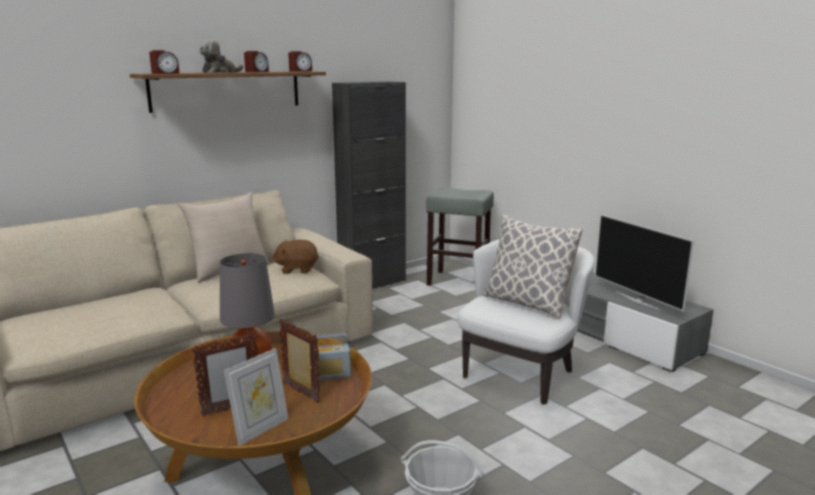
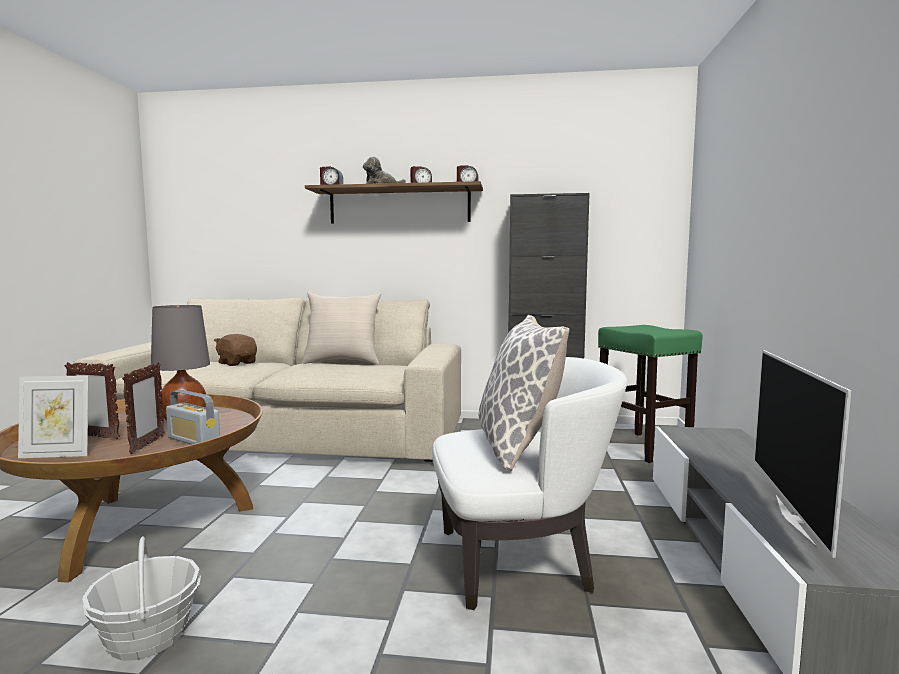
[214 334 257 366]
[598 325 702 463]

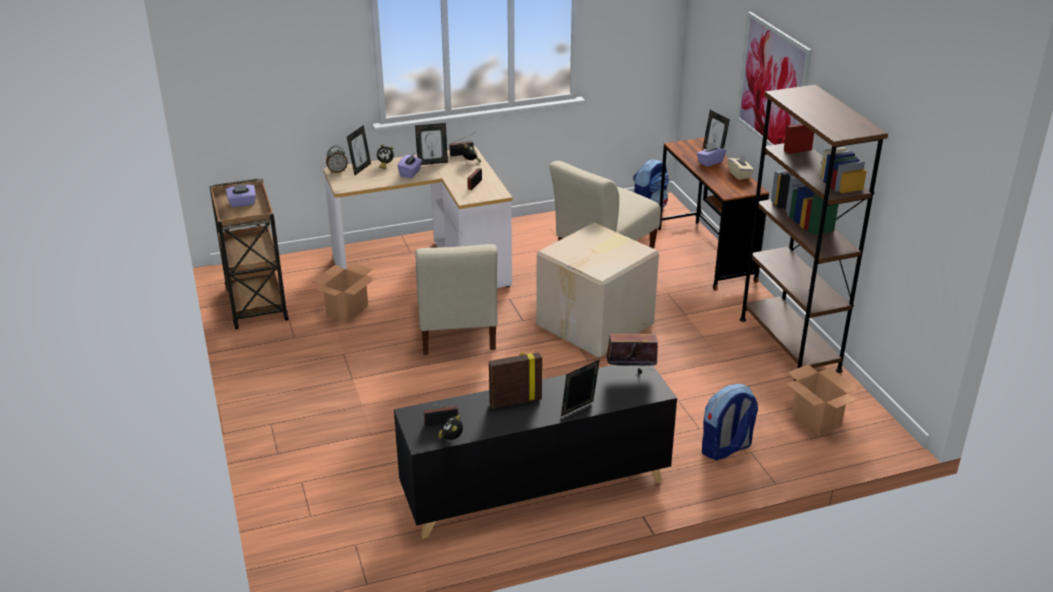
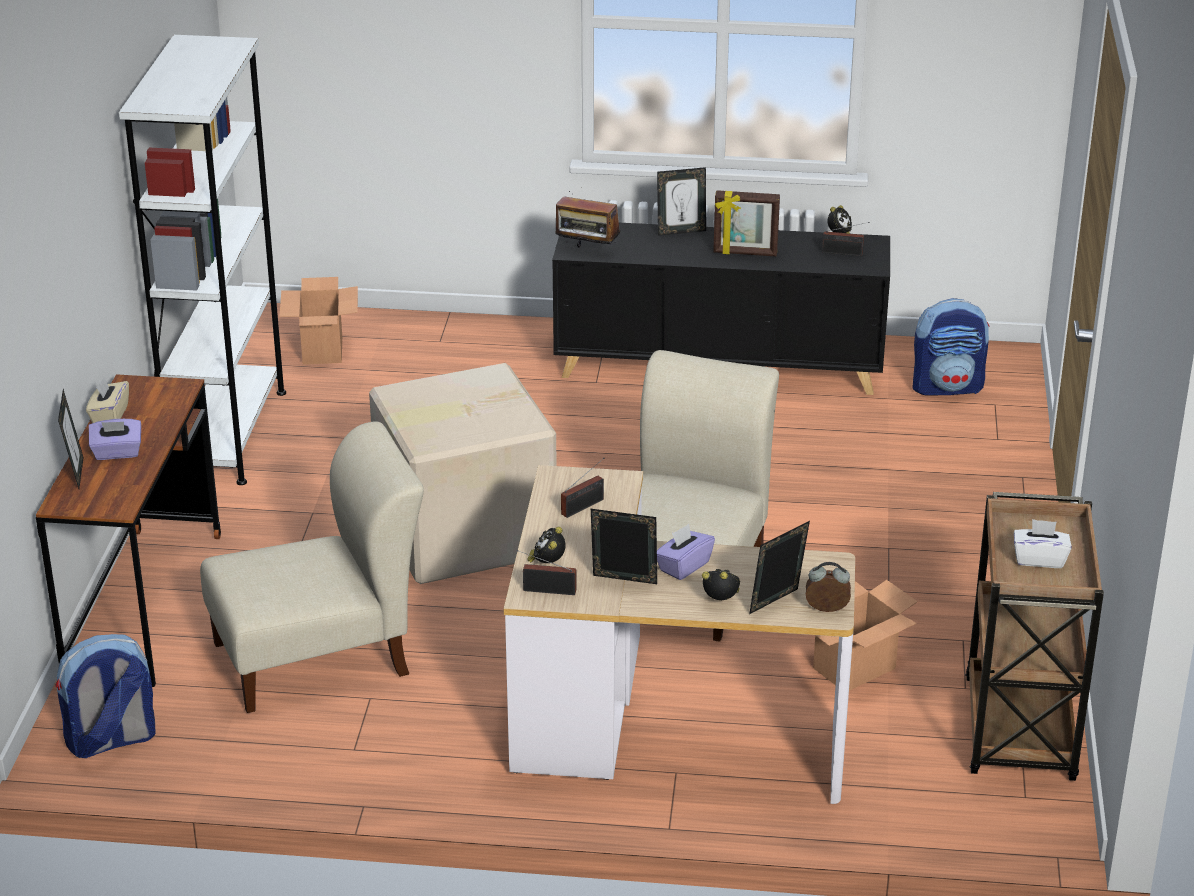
[119 35 286 485]
[912 298 990 395]
[1014 519 1072 568]
[737 12 812 146] (first image)

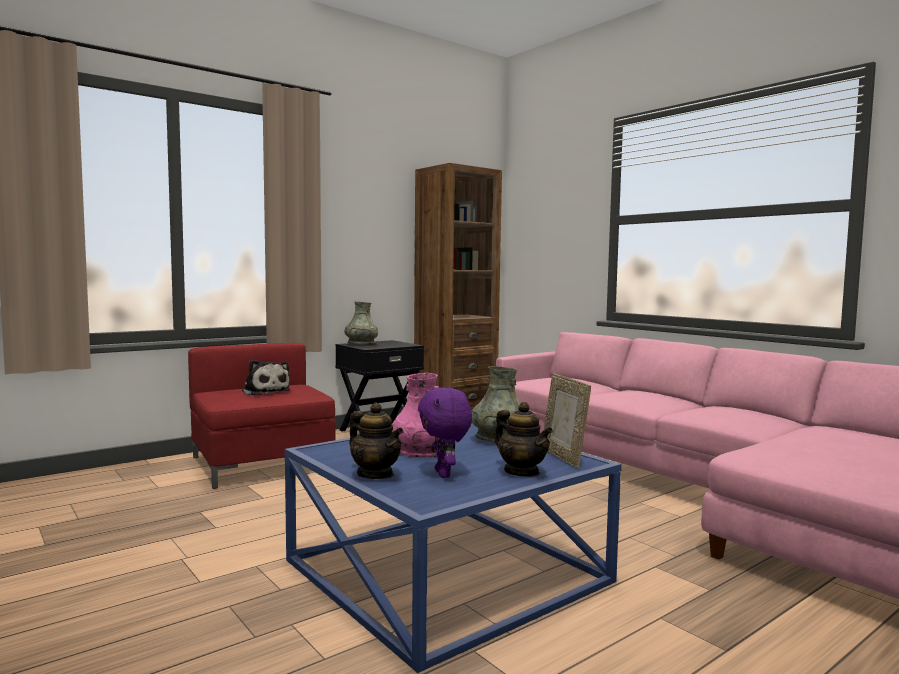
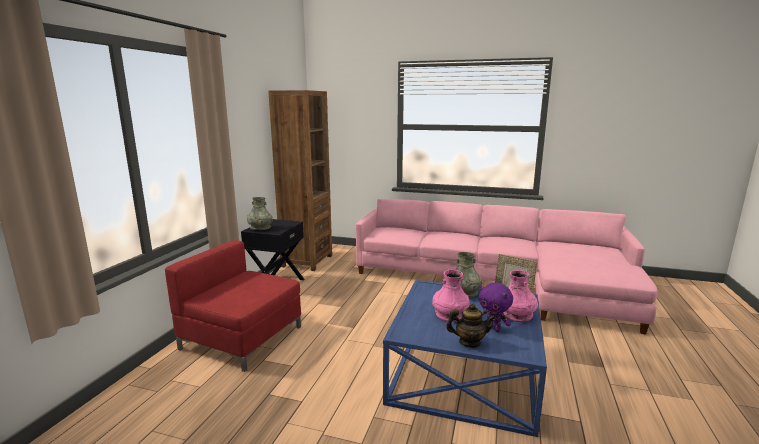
[503 270 538 322]
[242 360 291 395] (first image)

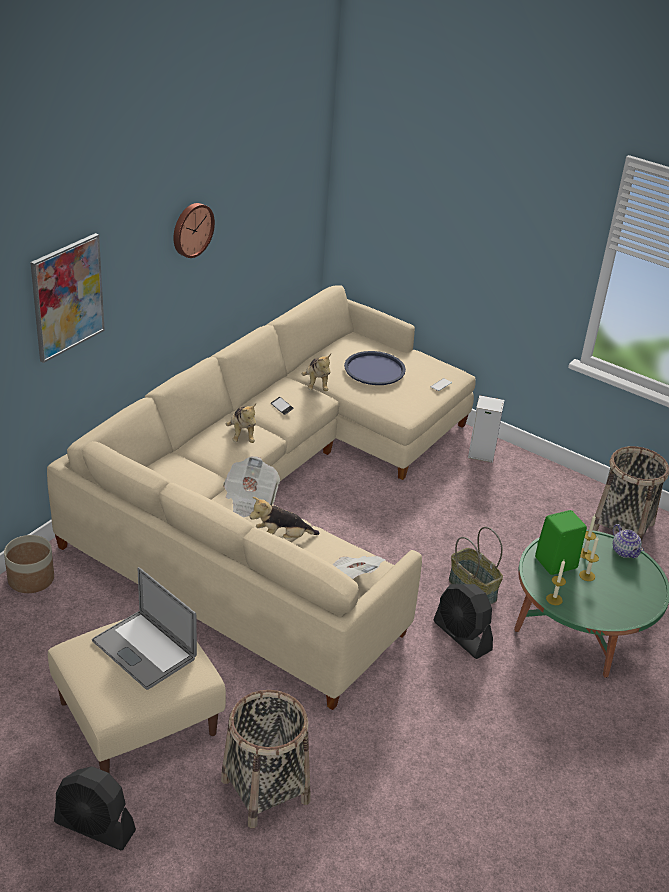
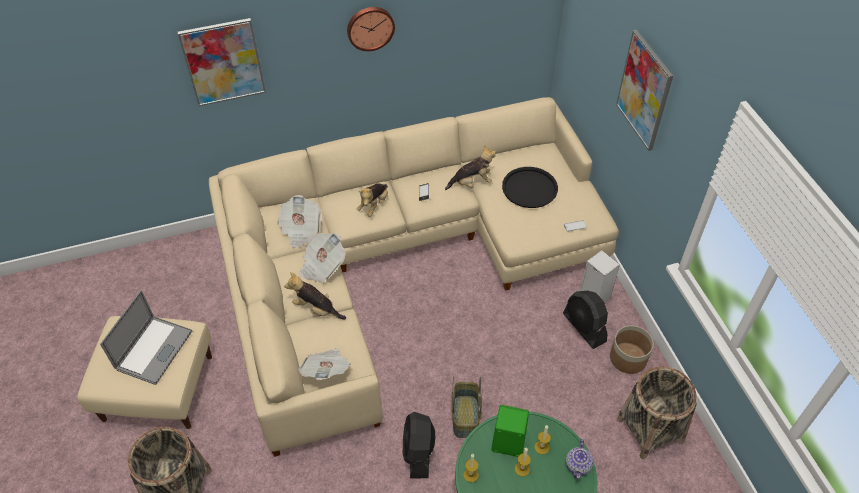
[100 290 192 385]
[277 195 321 248]
[445 145 496 190]
[502 167 558 208]
[563 291 608 349]
[610 325 654 374]
[616 30 673 151]

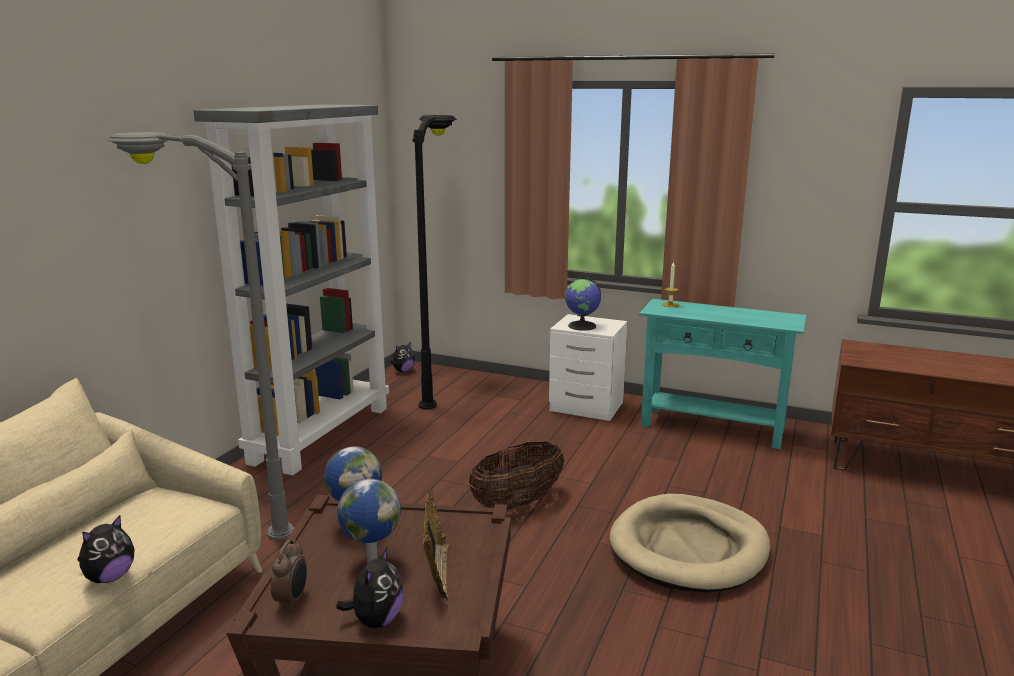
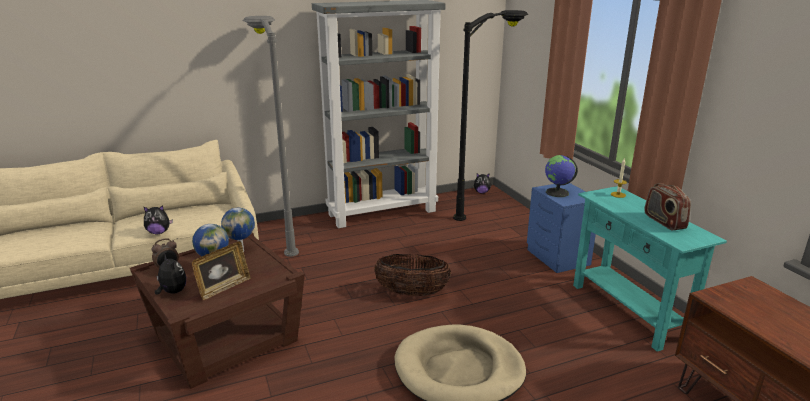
[155 254 186 294]
[527 183 596 273]
[644 183 691 231]

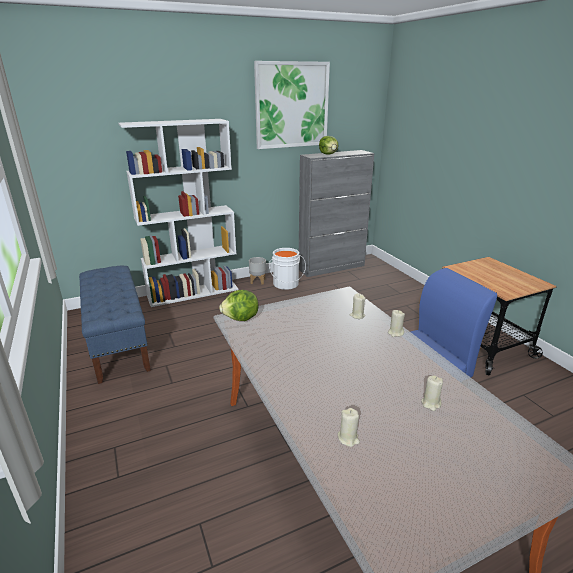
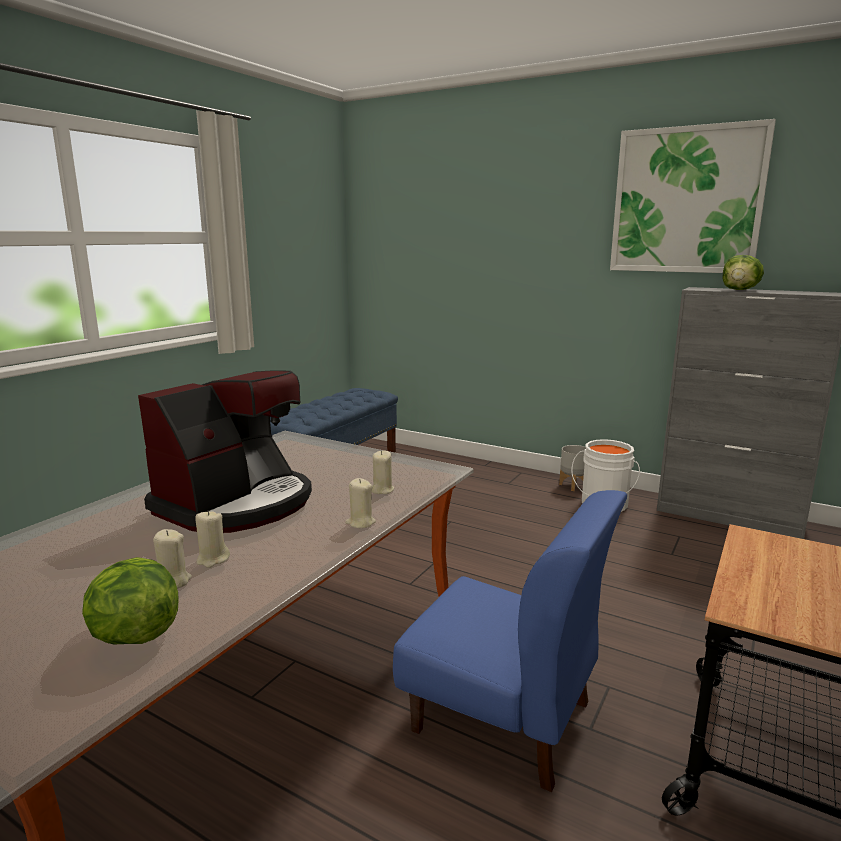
[82 557 179 644]
[138 370 312 533]
[195 511 230 568]
[118 119 238 307] (first image)

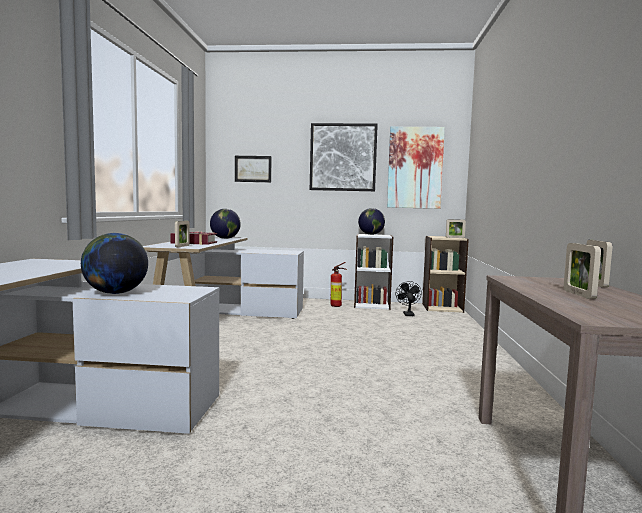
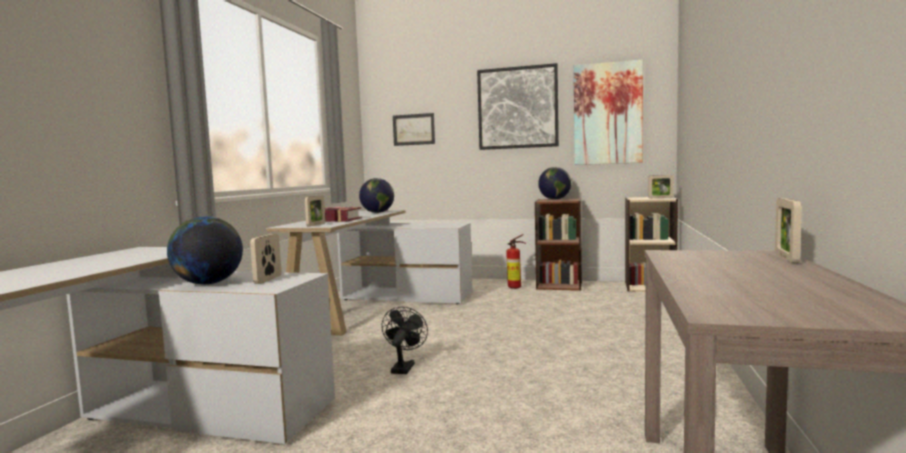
[250 234 281 284]
[382 307 428 374]
[535 198 582 291]

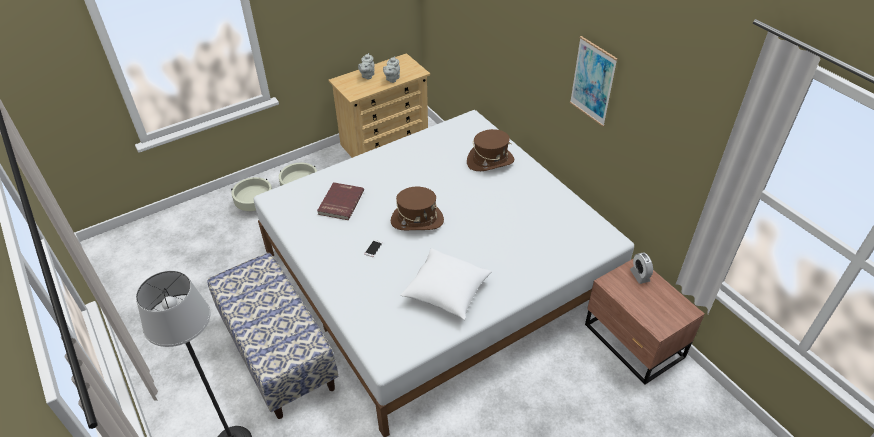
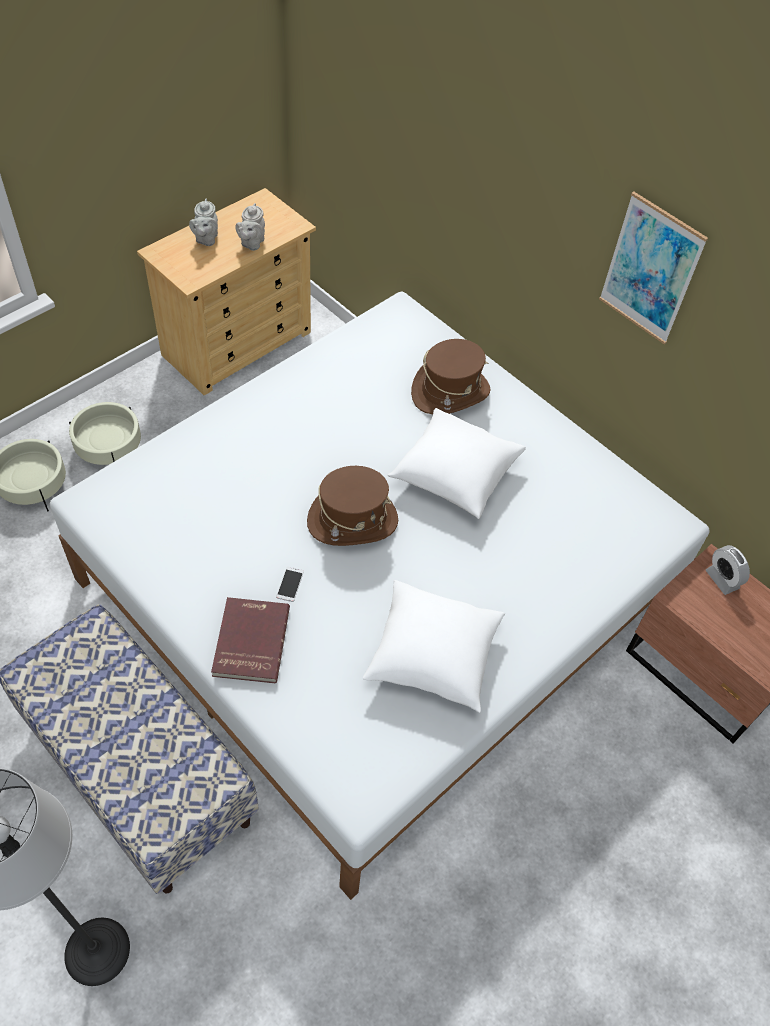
[211 597 290 683]
[387 408 526 519]

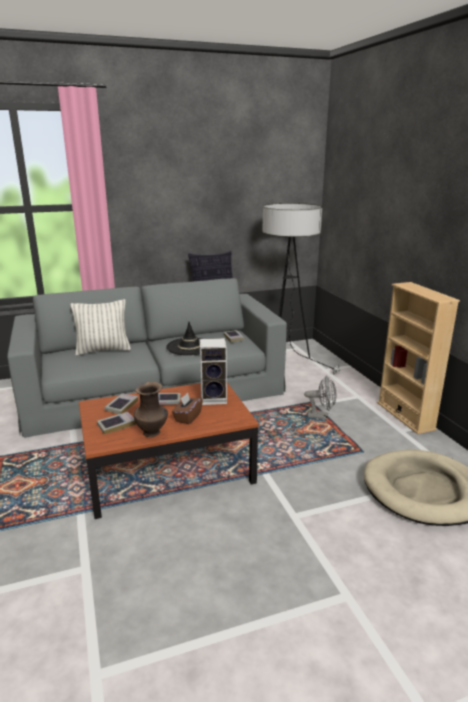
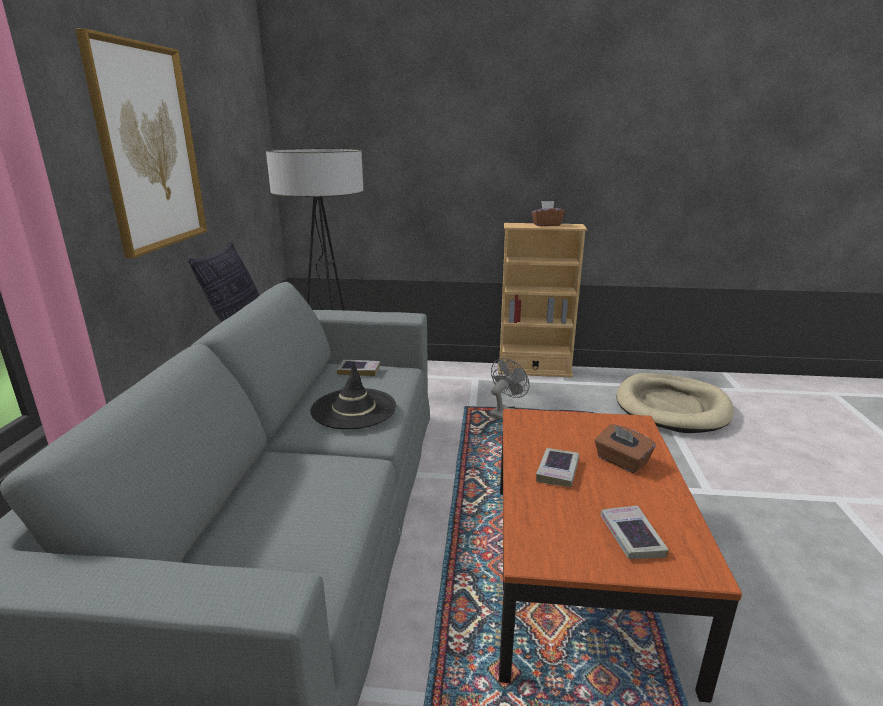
[75 28 207 258]
[531 201 565 226]
[70 299 131 356] (first image)
[104 393 138 414] (first image)
[134 382 168 437] (first image)
[200 338 227 405] (first image)

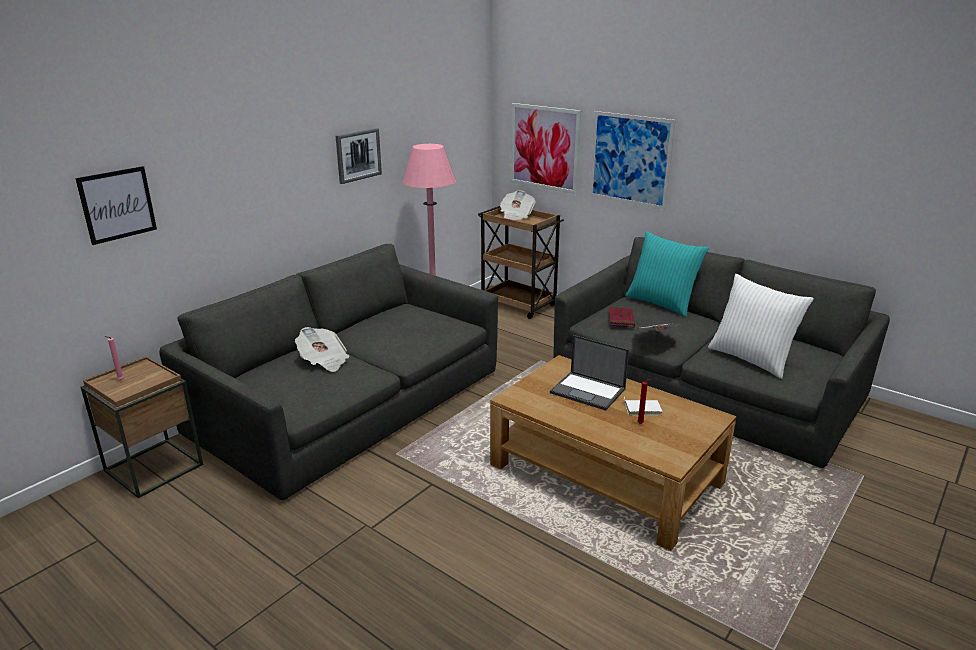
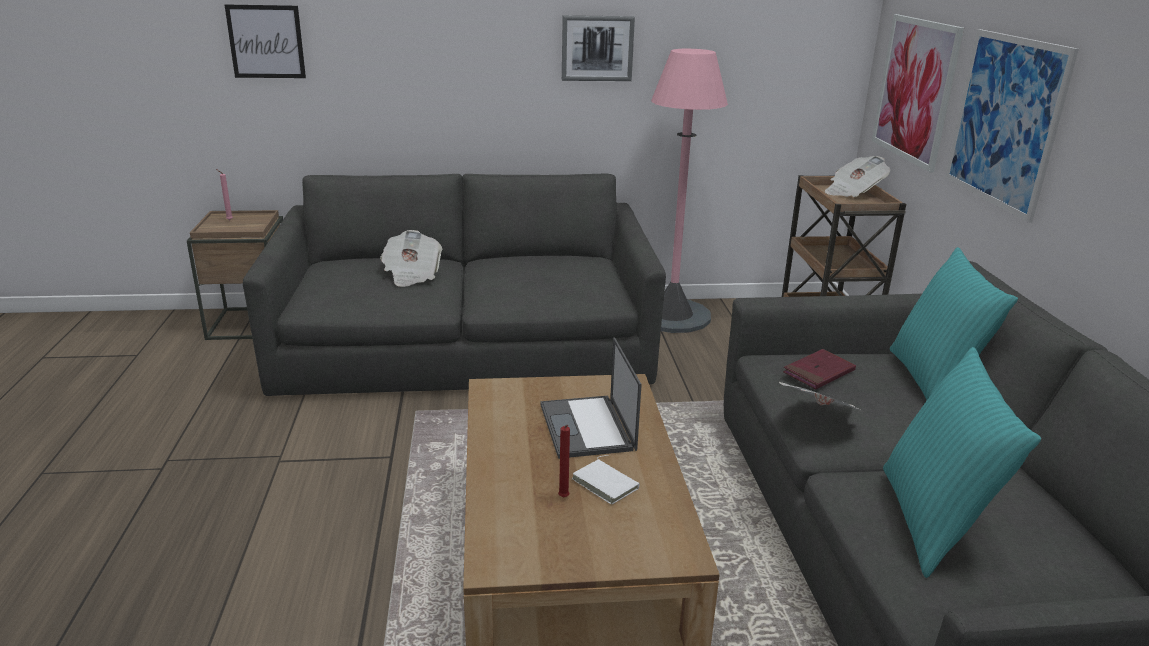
[883 347 1041 578]

